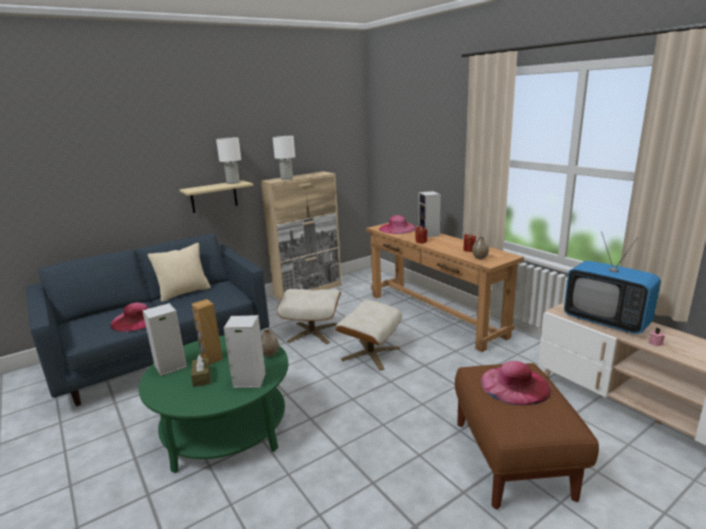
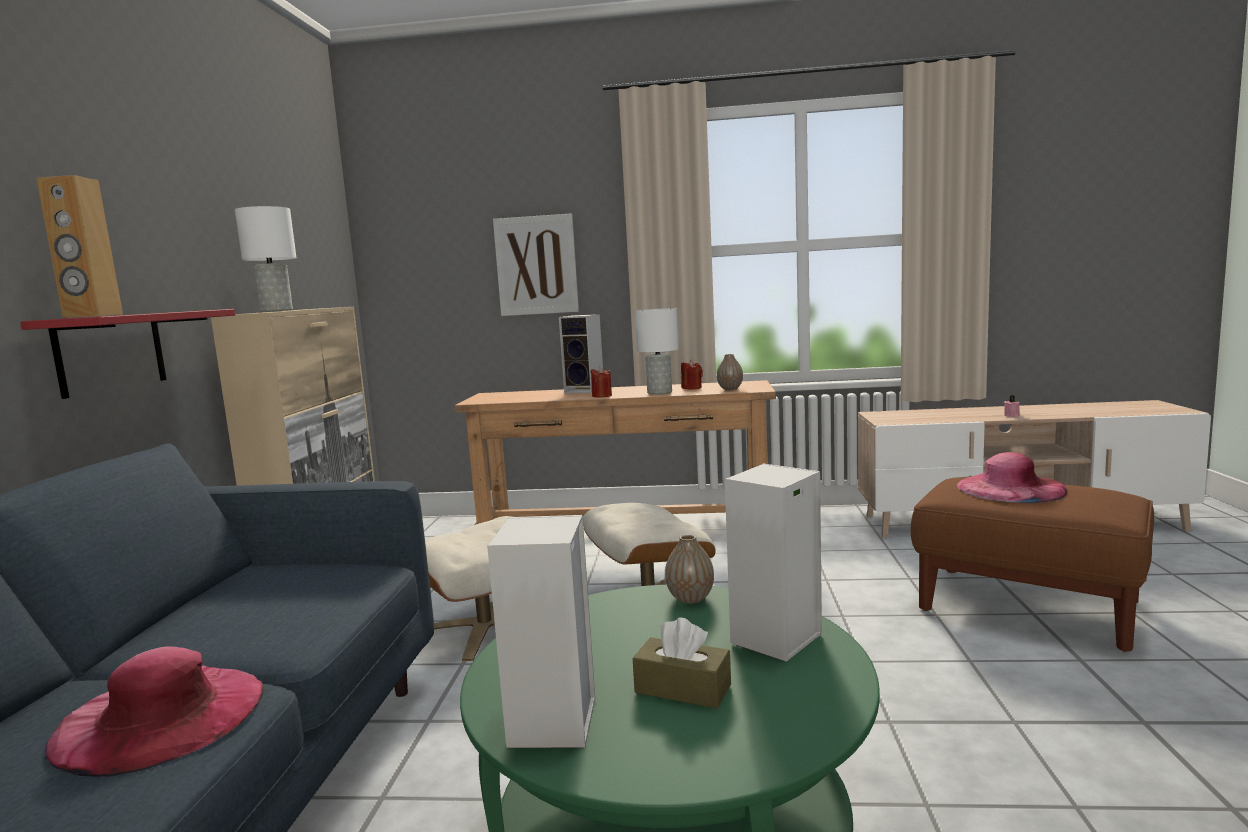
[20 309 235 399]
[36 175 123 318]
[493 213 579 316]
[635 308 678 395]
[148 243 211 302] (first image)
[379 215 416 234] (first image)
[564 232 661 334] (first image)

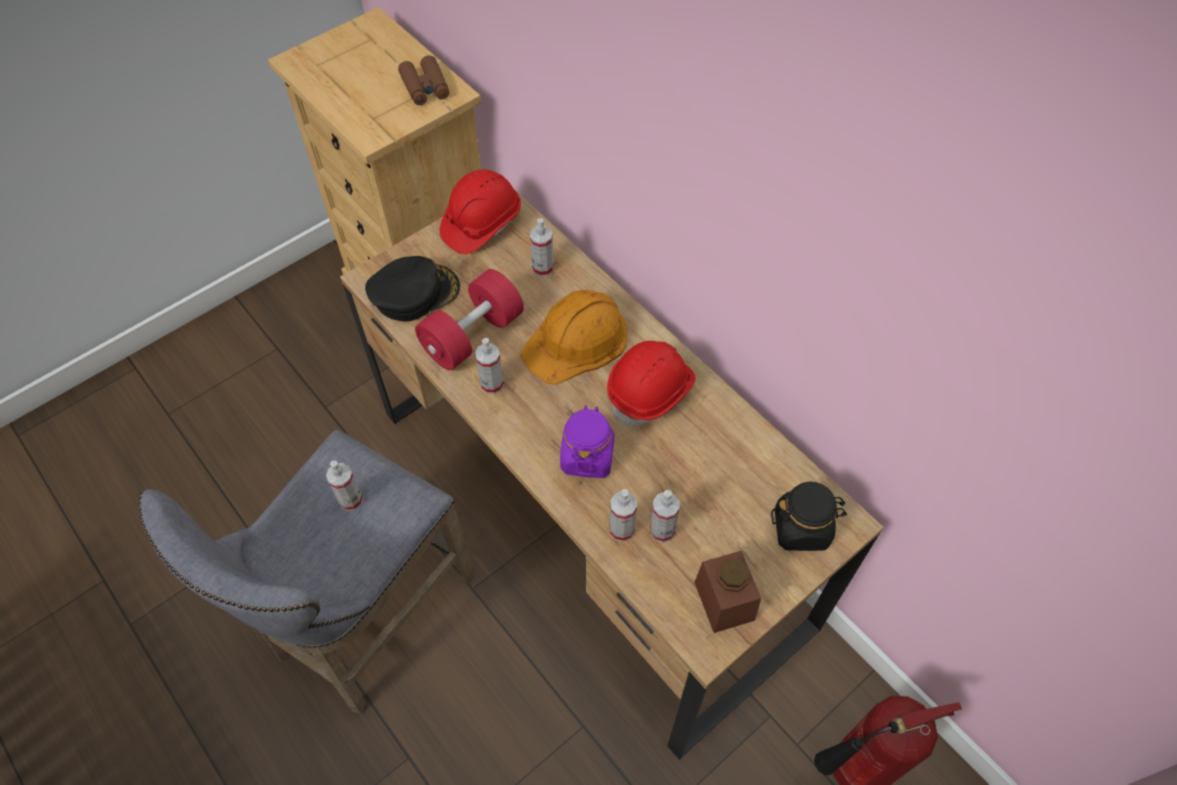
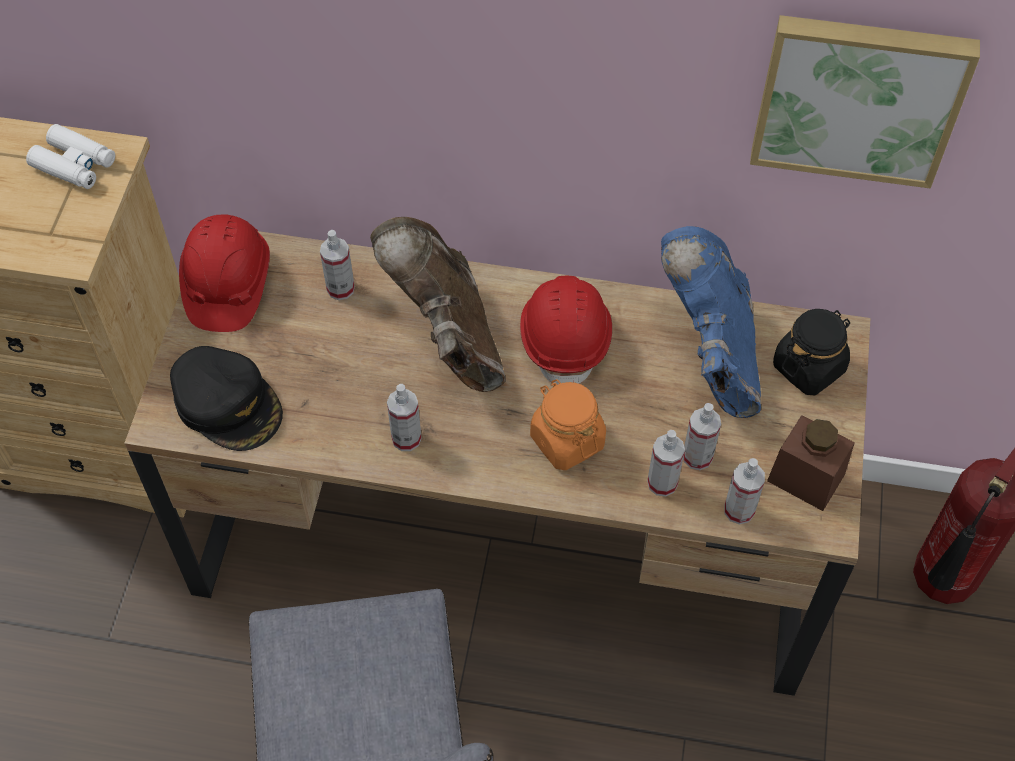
[26 124 115 189]
[170 346 283 451]
[370 217 506 392]
[530 379 606 470]
[661 226 761 418]
[724 458 765 525]
[750 15 980 188]
[415 269 524 370] (first image)

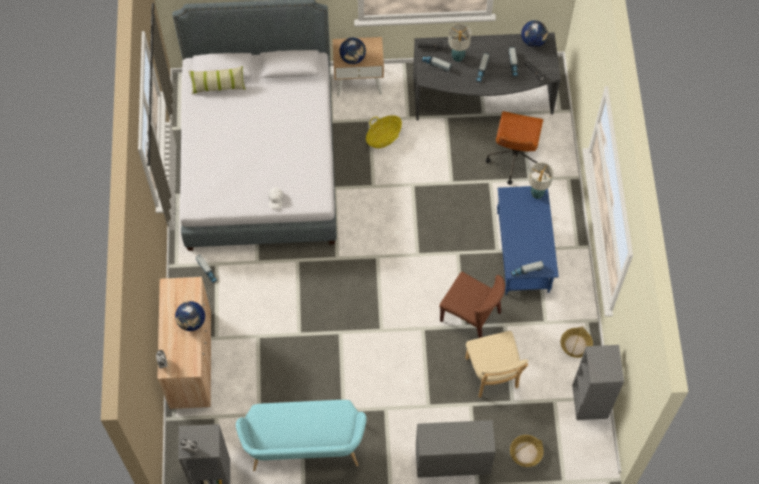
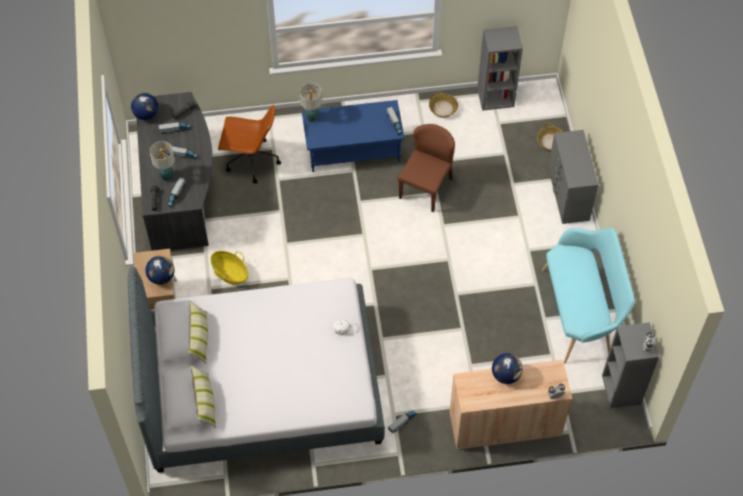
[188 301 208 364]
[465 331 529 398] (first image)

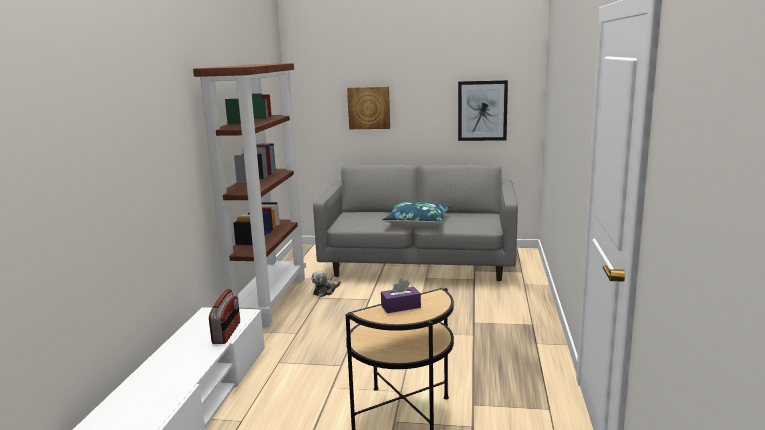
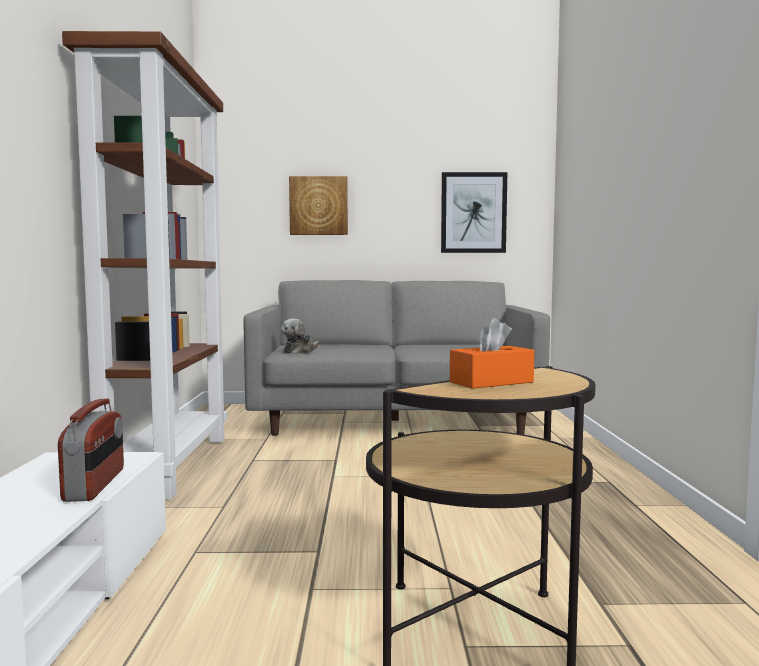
[281 318 319 354]
[450 318 534 389]
[382 202 451 226] (first image)

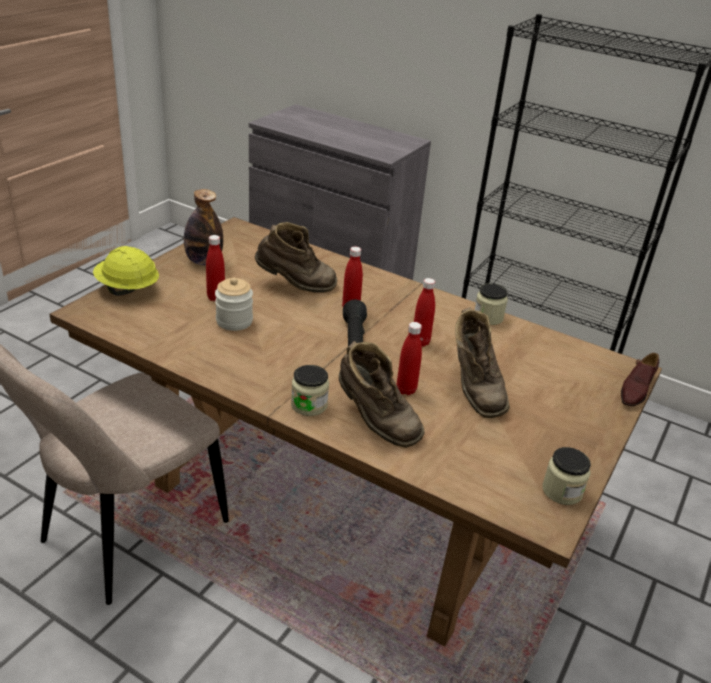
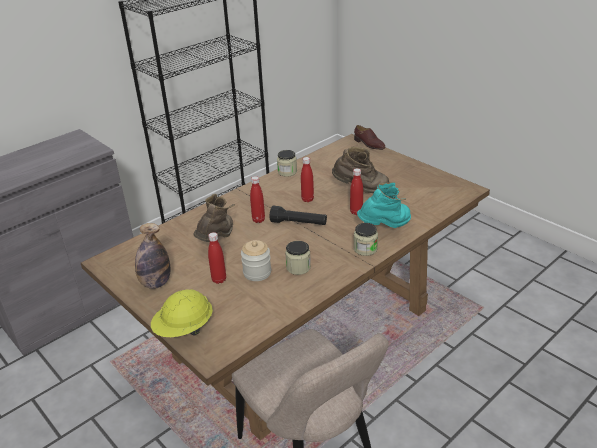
[285 241 311 275]
[357 182 411 228]

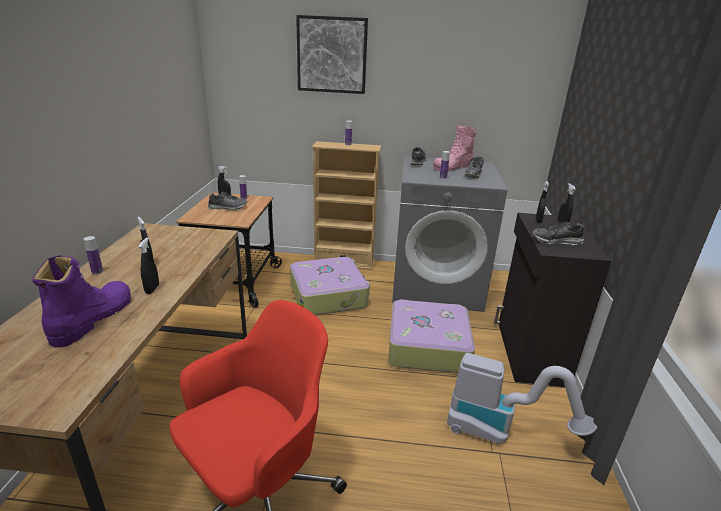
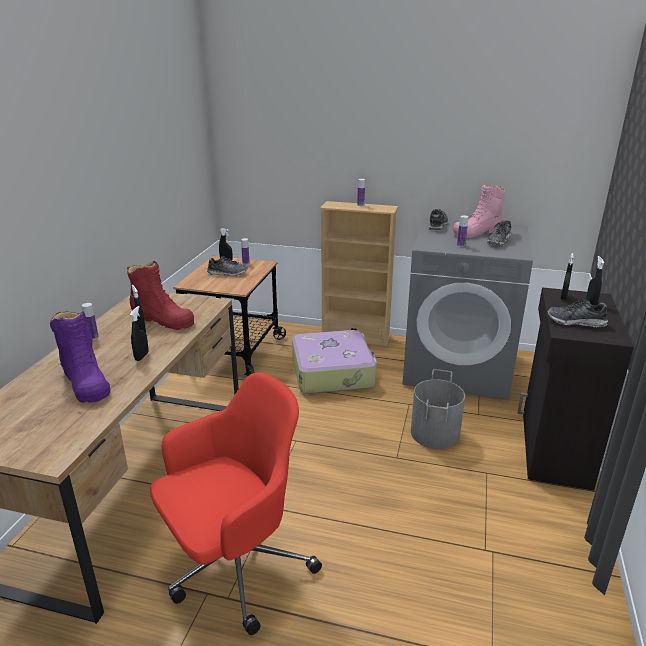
[50 312 110 403]
[127 261 194 330]
[411 369 465 449]
[296 15 368 94] (first image)
[447 353 597 444] (first image)

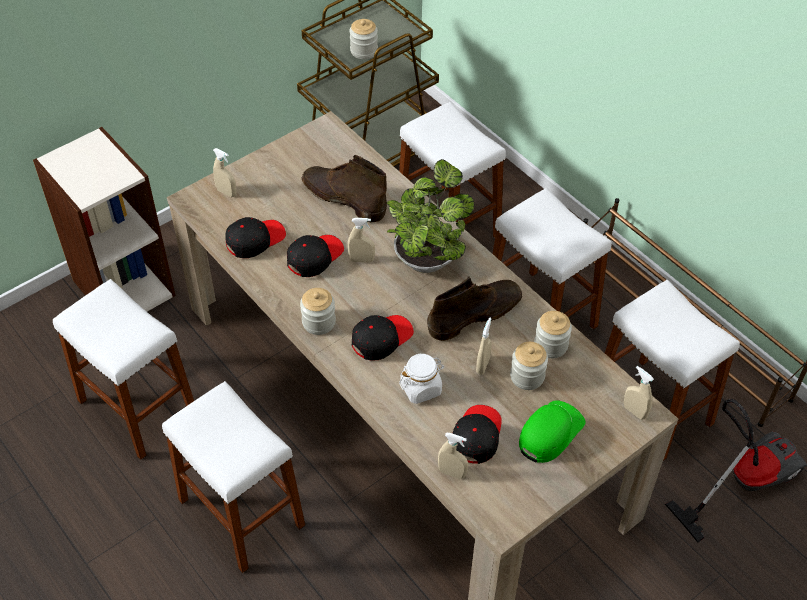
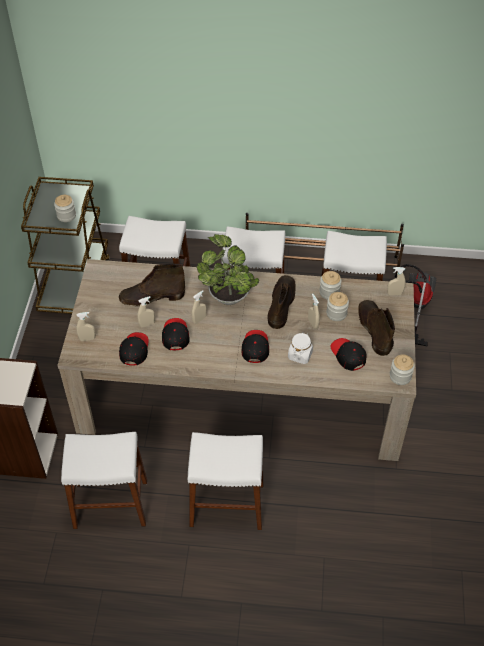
[137 296 155 328]
[358 300 395 356]
[390 354 415 385]

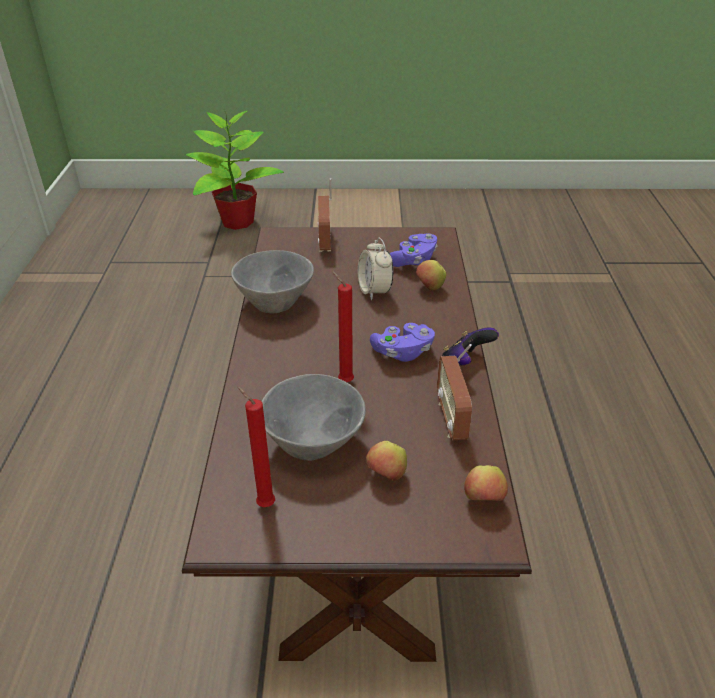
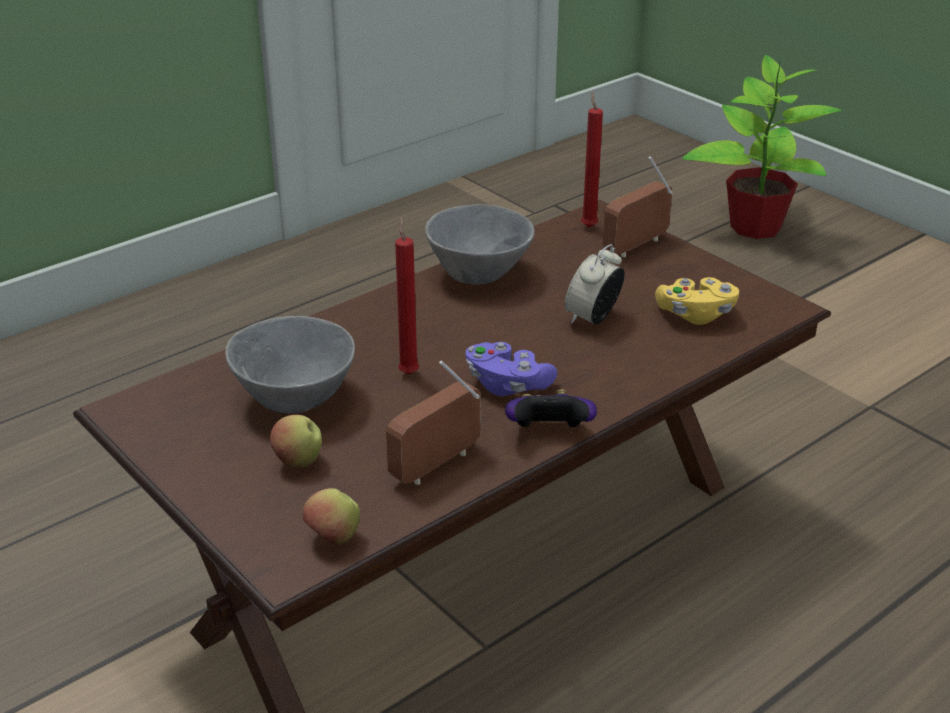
[581 91 603 227]
[655 277 739 325]
[416 260 446 290] (first image)

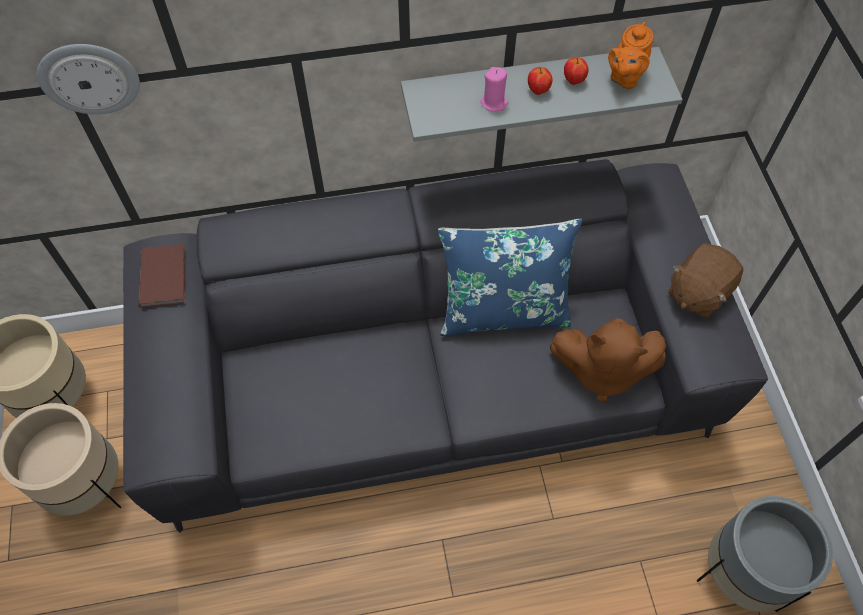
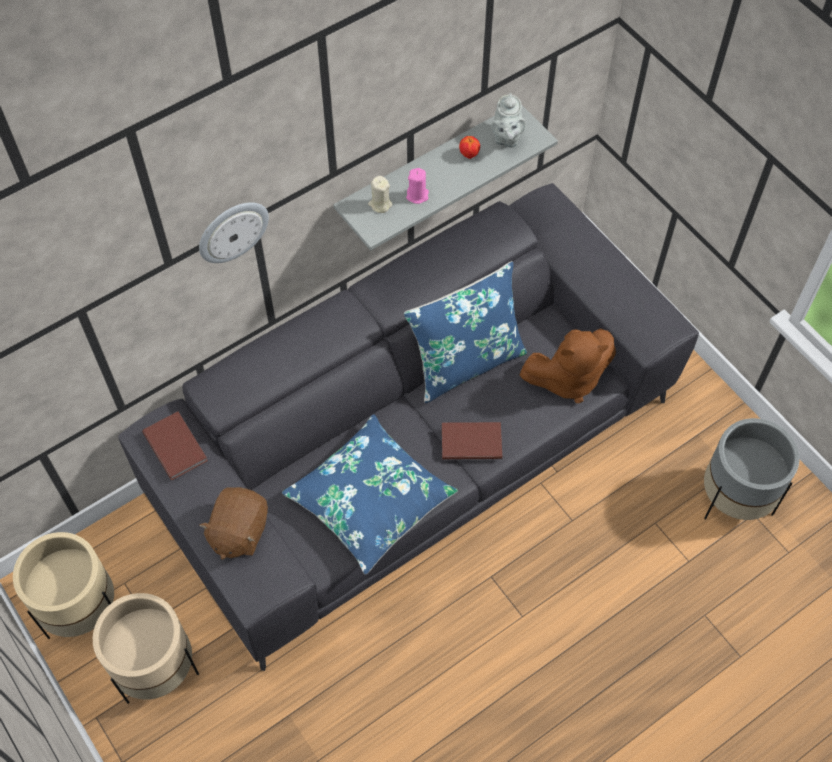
[199 202 269 263]
[199 487 268 560]
[282 414 458 575]
[368 176 392 213]
[442 422 502 459]
[491 93 526 148]
[528 67 553 95] (first image)

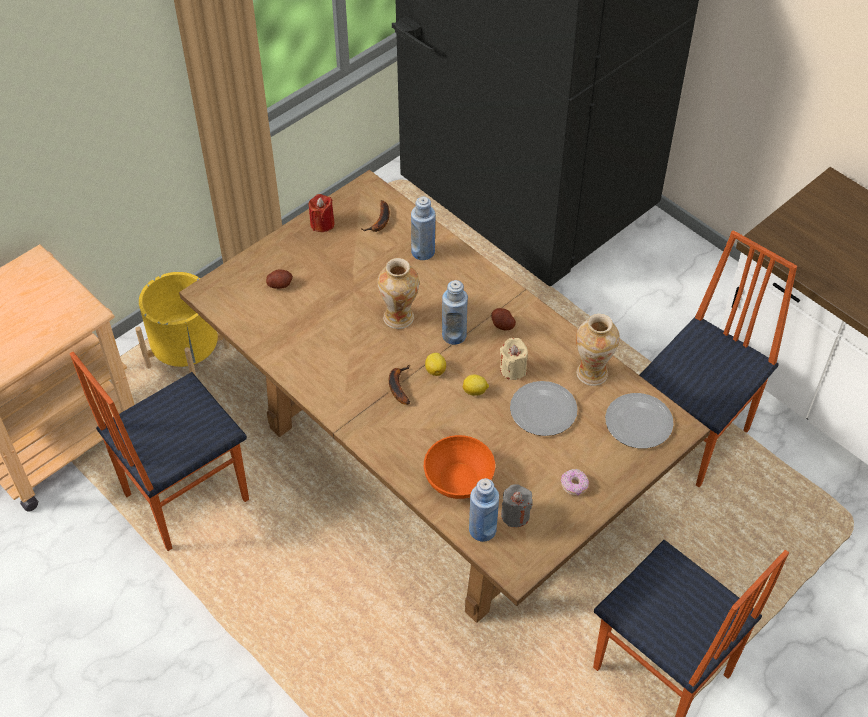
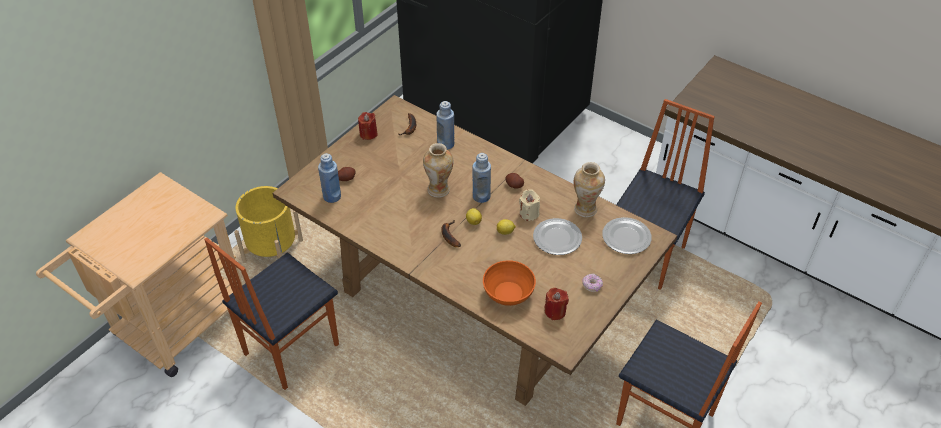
[318 153 341 203]
[544 288 569 320]

